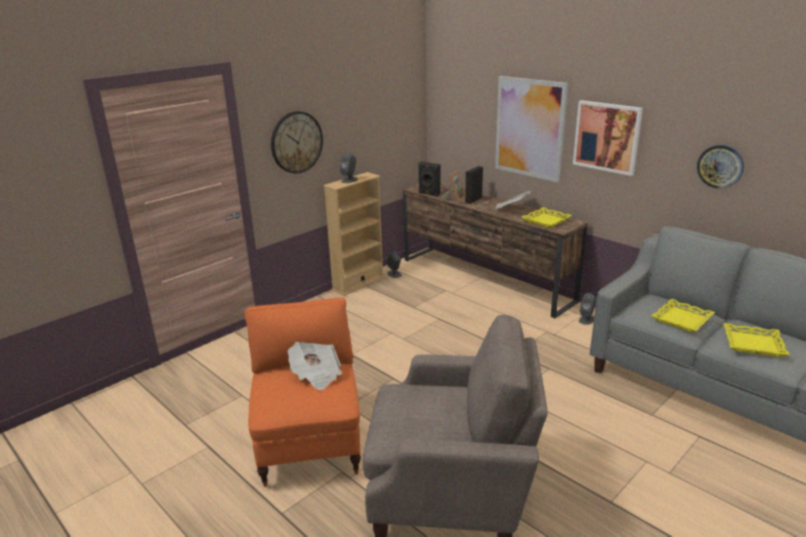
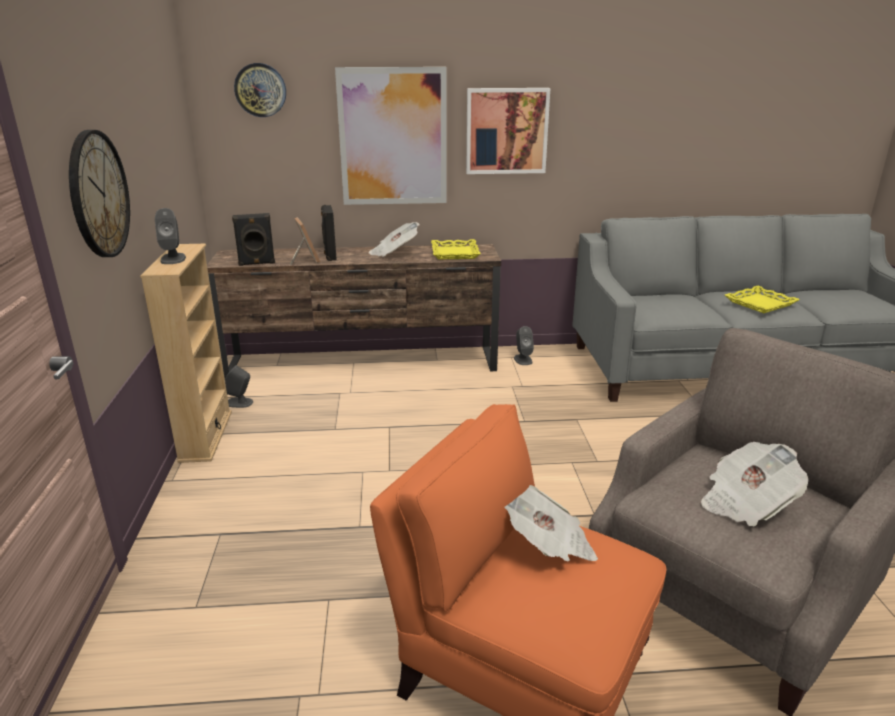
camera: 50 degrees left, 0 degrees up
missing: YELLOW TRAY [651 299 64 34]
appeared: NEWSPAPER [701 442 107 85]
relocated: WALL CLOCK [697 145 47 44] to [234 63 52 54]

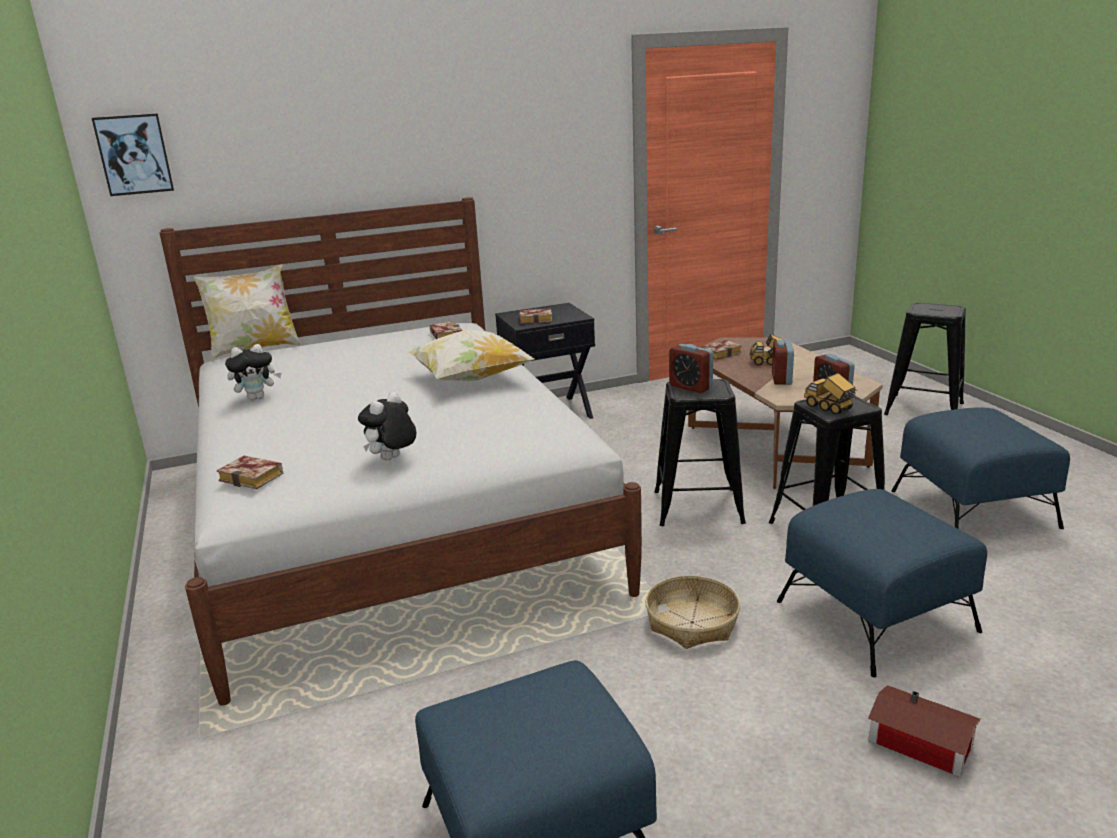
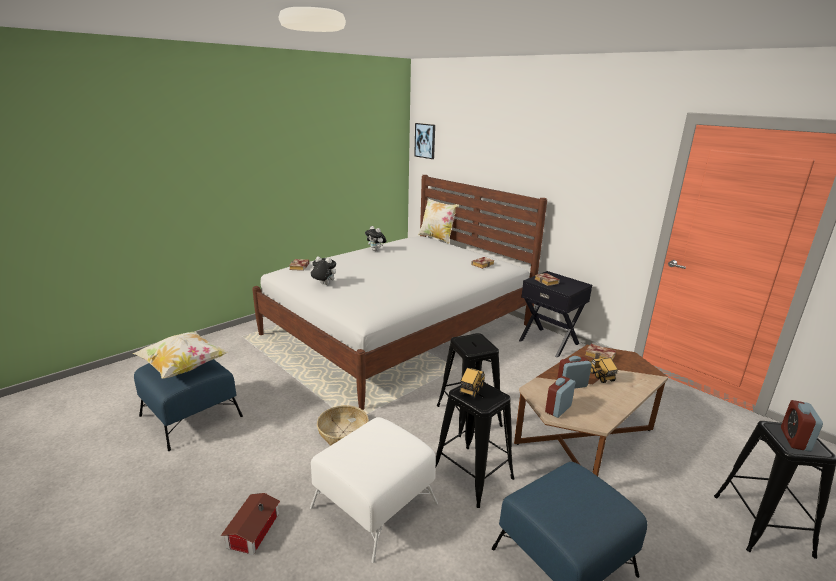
camera: 65 degrees right, 0 degrees up
relocated: PILLOW [407 330 127 51] to [132 332 96 47]; ALARM CLOCK [669 344 44 49] to [781 400 42 52]
colour: BLUE OTTOMAN [777 489 210 188] to WHITE OTTOMAN [310 417 128 146]

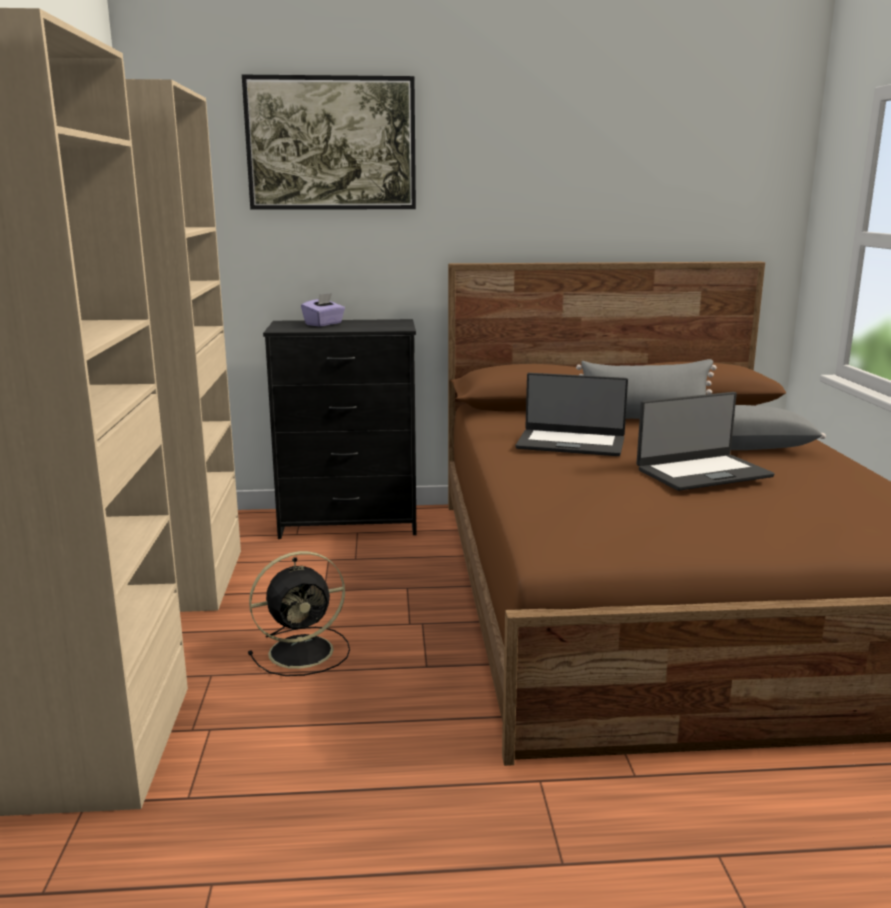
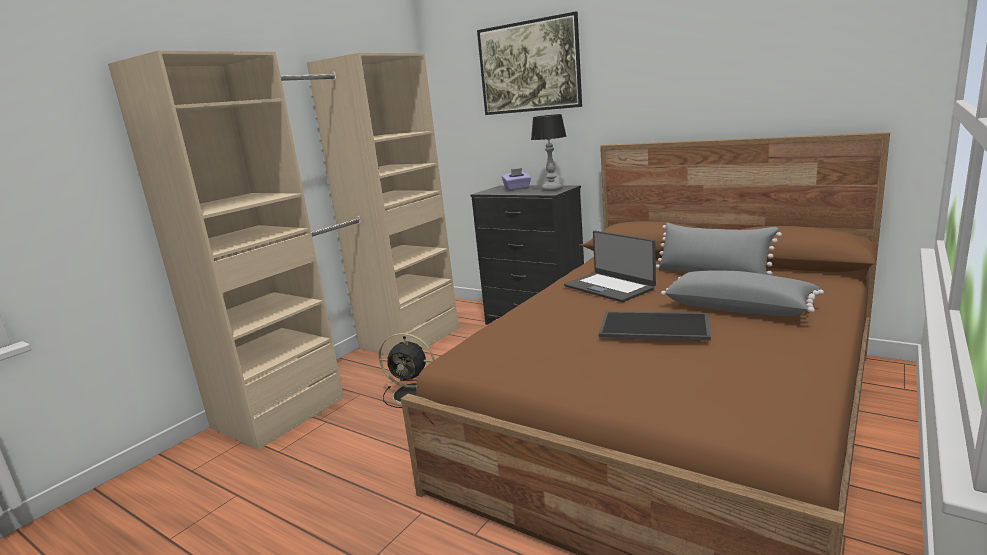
camera: 40 degrees right, 0 degrees up
appeared: TABLE LAMP [531 114 35 77]
exchanged: LAPTOP [637 392 138 99] to TRAY [599 311 112 30]

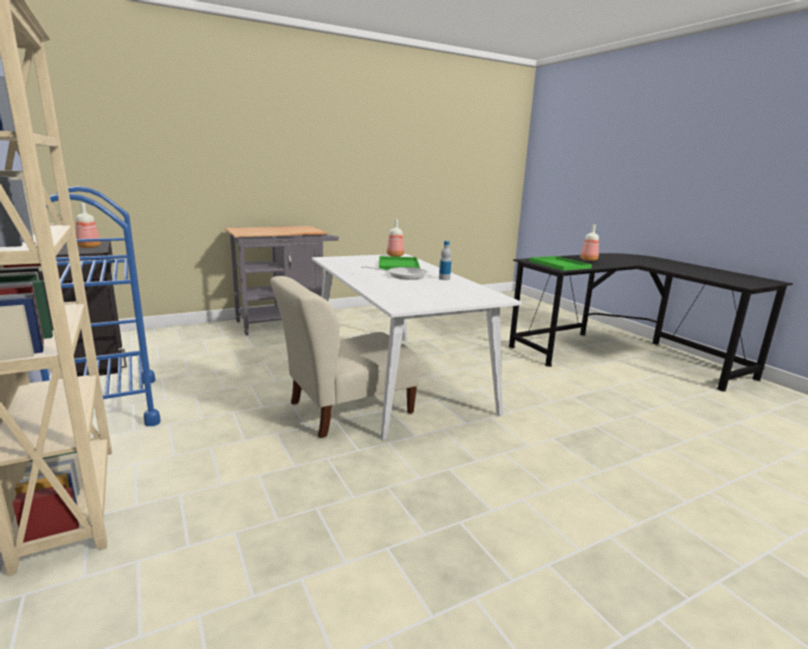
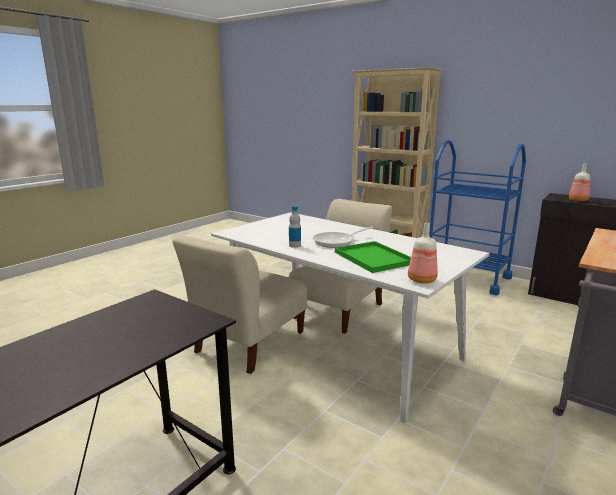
camera: 155 degrees right, 0 degrees up
missing: GREEN TRAY [529 256 63 15]; BOTTLE [580 224 19 37]
appeared: BEIGE CHAIR [172 236 135 138]

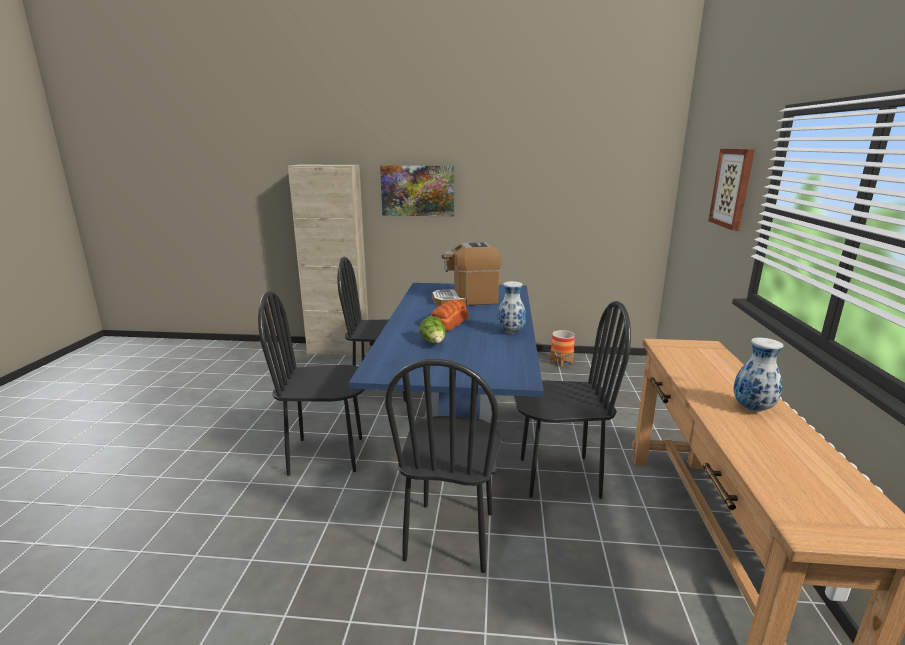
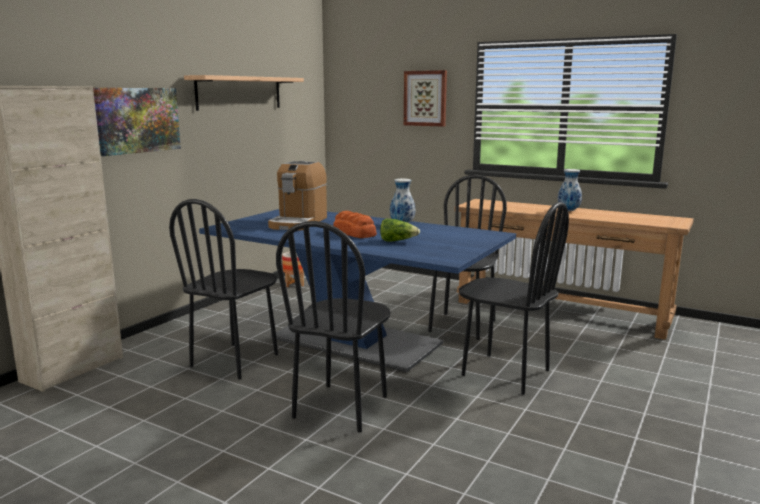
camera: 65 degrees left, 5 degrees down
appeared: SHELF [184 75 120 36]

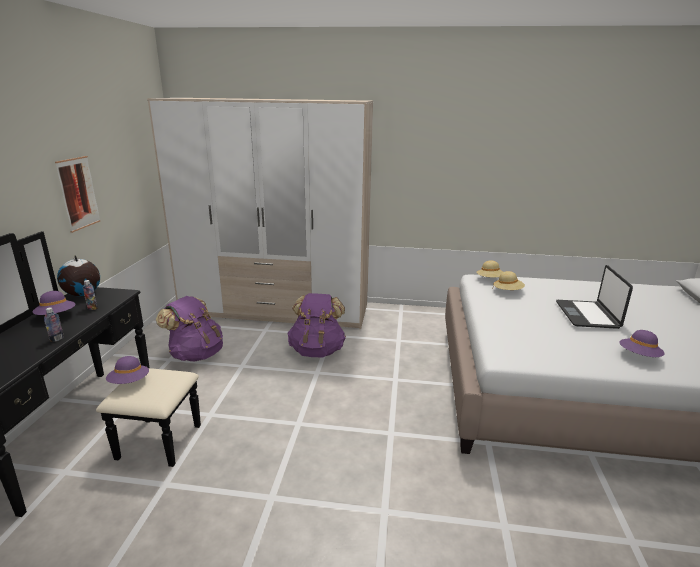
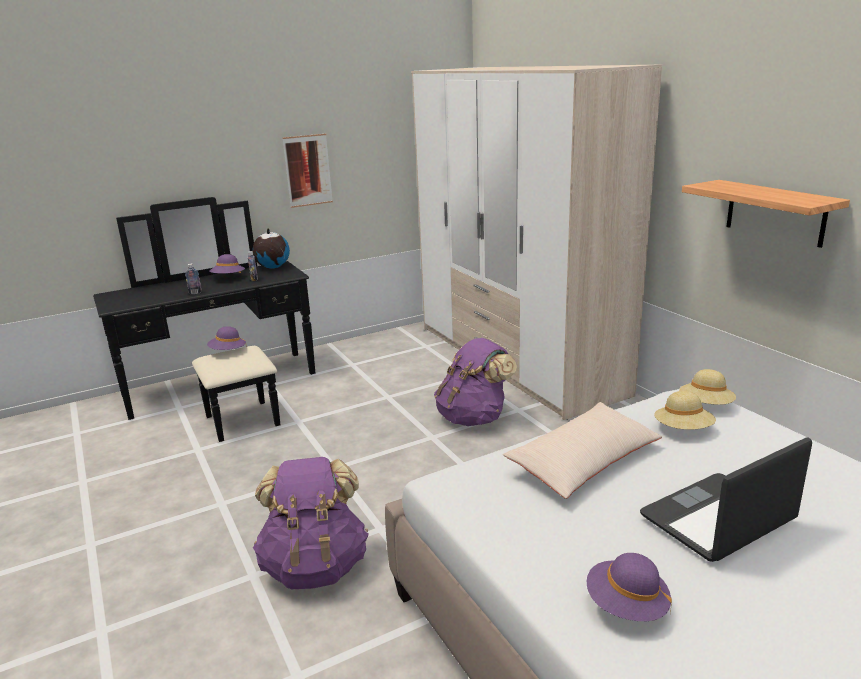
camera: 55 degrees right, 0 degrees up
appeared: BEIGE PILLOW [503 402 159 97]; SHELF [682 180 168 68]
relocated: PURPLE BACKPACK [156 296 67 65] to [253 457 116 132]

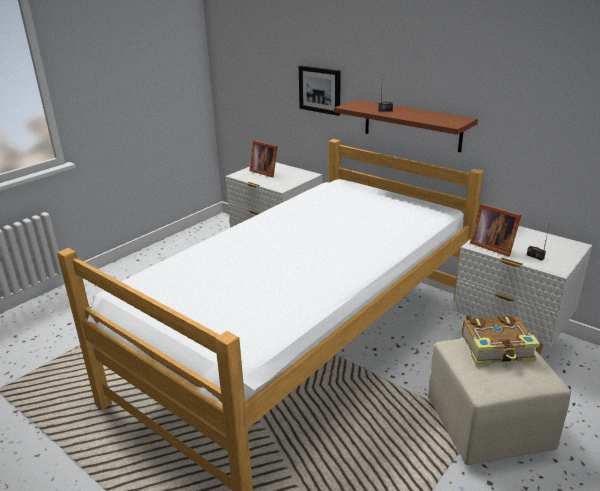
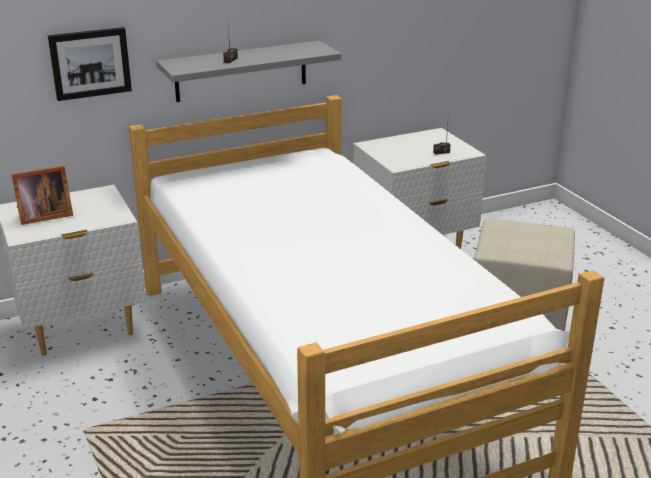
camera: 65 degrees left, 0 degrees up
missing: BOOK [462 315 78 50]; PICTURE FRAME [470 204 51 53]
colour: BROWN SHELF [334 100 144 52] to GREY SHELF [156 41 185 61]

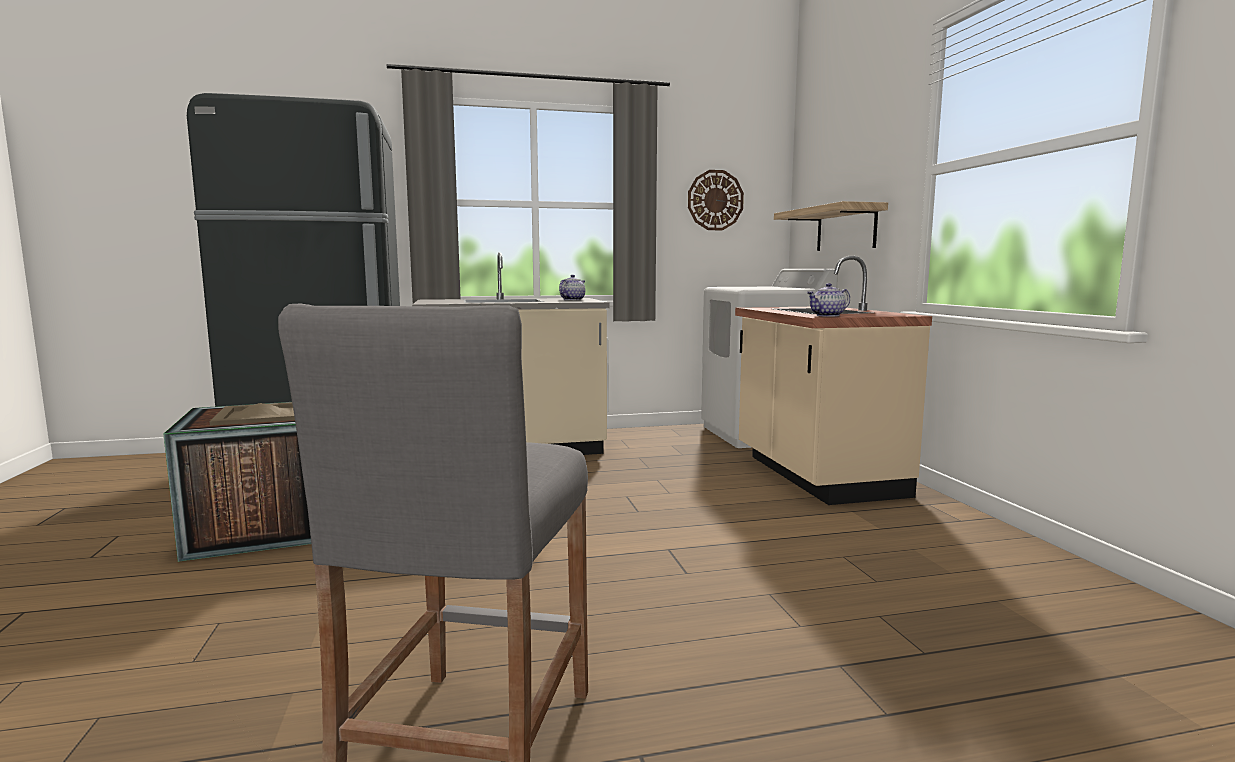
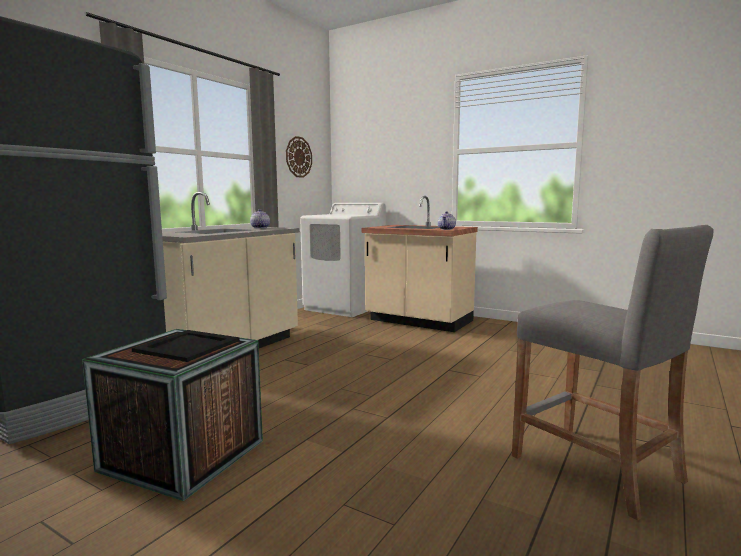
camera: 45 degrees left, 0 degrees up
missing: SHELF [774 201 114 50]
colour: BEIGE TRAY [210 402 85 24] to BLACK TRAY [132 330 108 32]

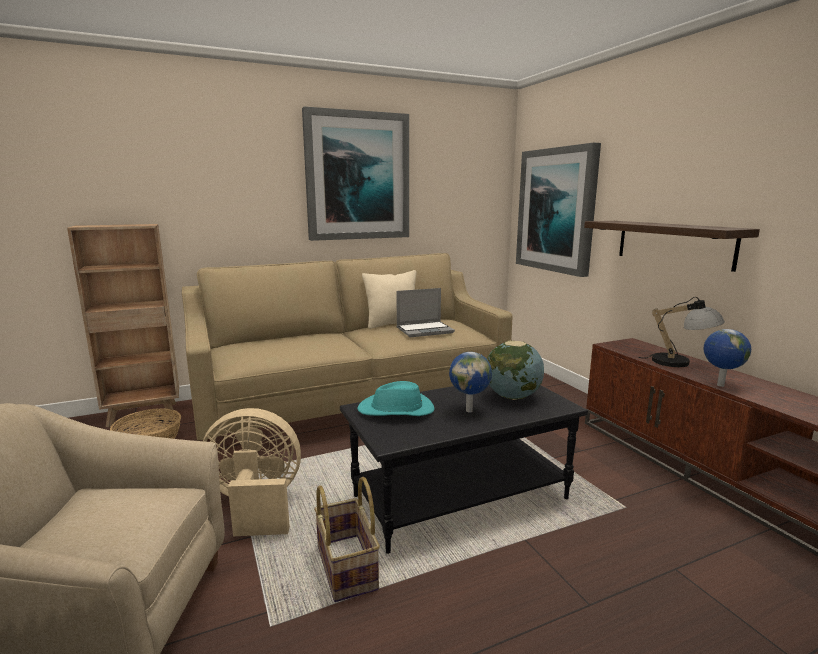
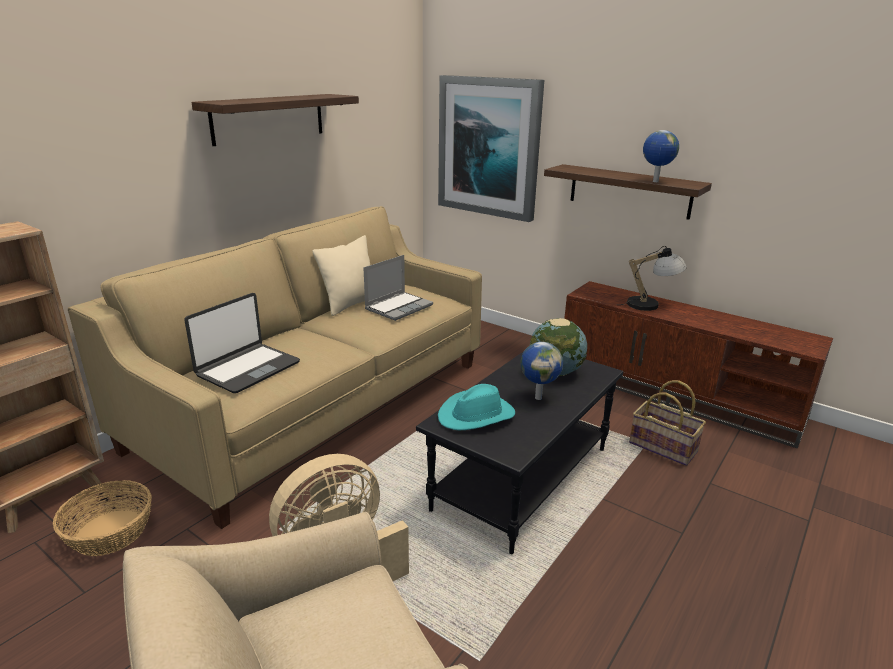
camera: 30 degrees left, 10 degrees up
appeared: LAPTOP [184 293 116 100]
relocated: BASKET [314 477 66 125] to [629 380 77 86]; GLOBE [704 329 47 58] to [643 130 36 52]
exchanged: PICTURE [302 106 107 135] to SHELF [192 94 167 52]

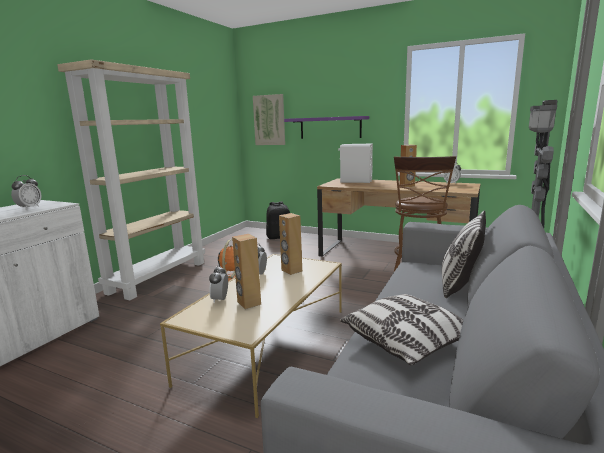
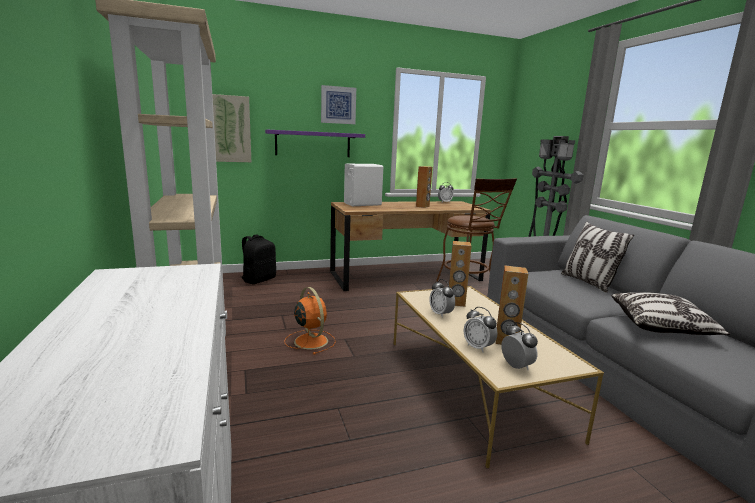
camera: 45 degrees left, 0 degrees up
appeared: PICTURE [321 85 35 39]
relocated: ALARM CLOCK [11 175 31 34] to [501 322 37 48]

